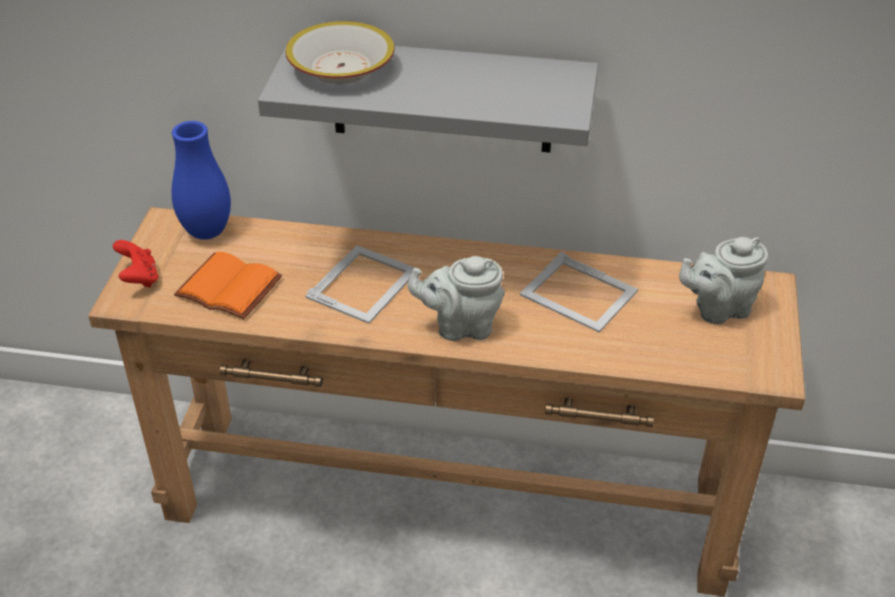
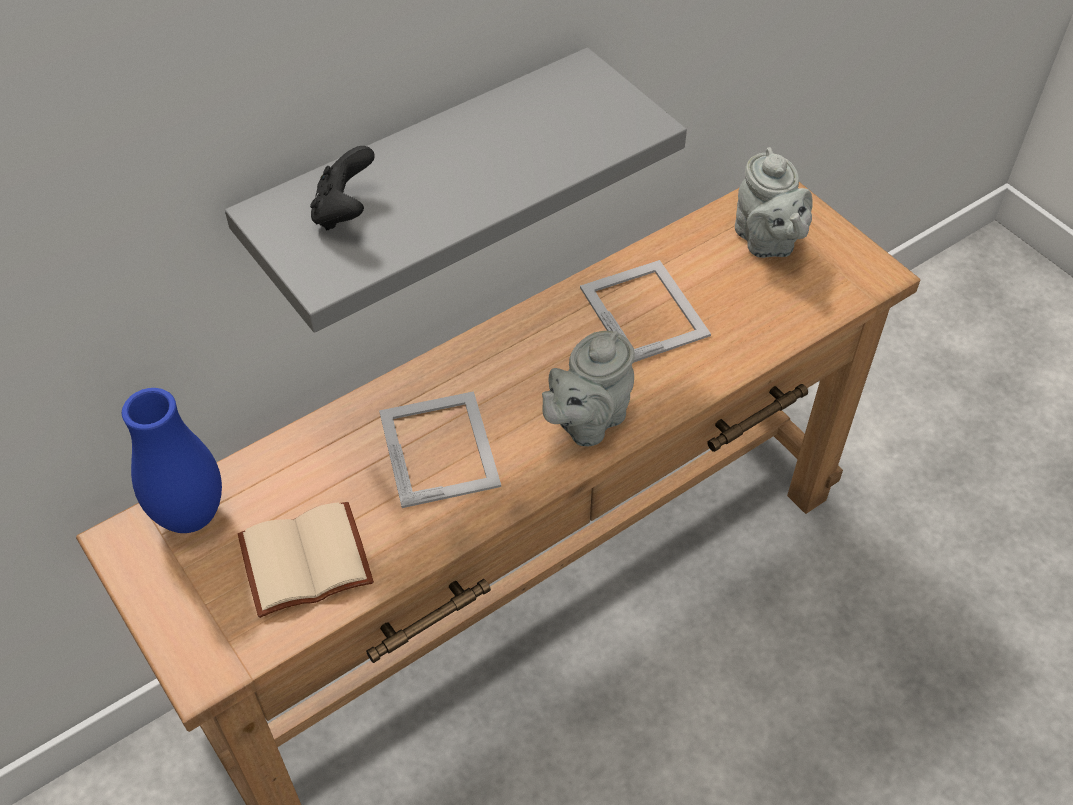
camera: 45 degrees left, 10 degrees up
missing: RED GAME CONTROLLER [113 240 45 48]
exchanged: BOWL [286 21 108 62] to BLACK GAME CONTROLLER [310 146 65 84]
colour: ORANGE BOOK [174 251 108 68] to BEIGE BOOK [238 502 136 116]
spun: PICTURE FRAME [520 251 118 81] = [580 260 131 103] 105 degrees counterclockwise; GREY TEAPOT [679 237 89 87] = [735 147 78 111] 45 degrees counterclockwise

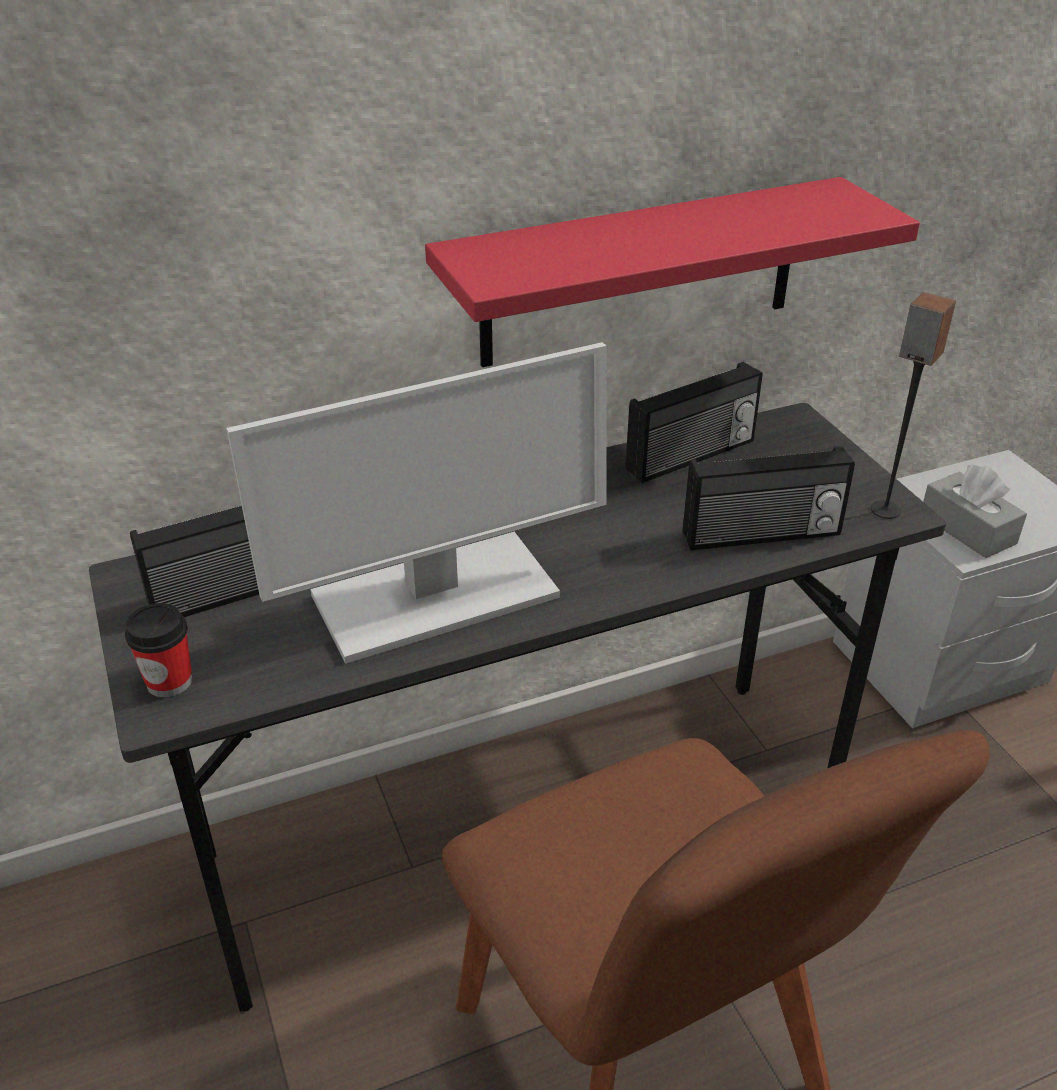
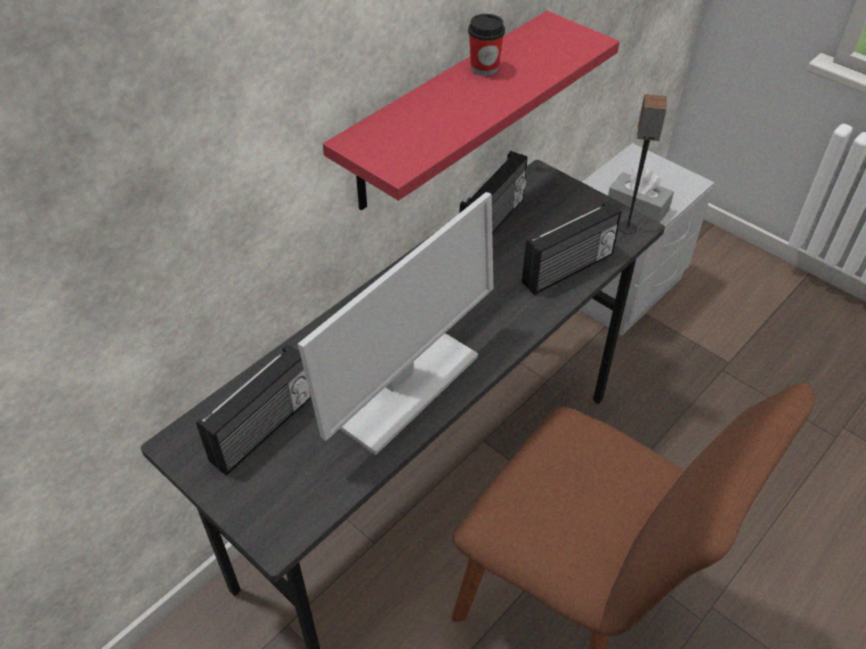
camera: 25 degrees left, 10 degrees up
relocated: CUP [125 603 67 95] to [468 14 37 62]

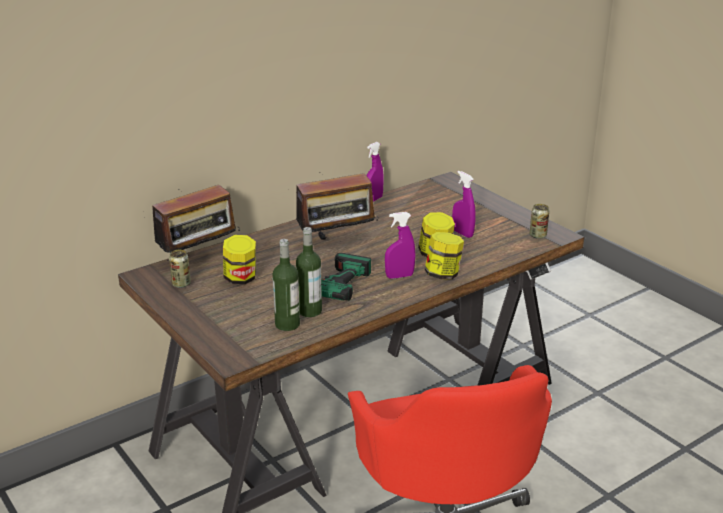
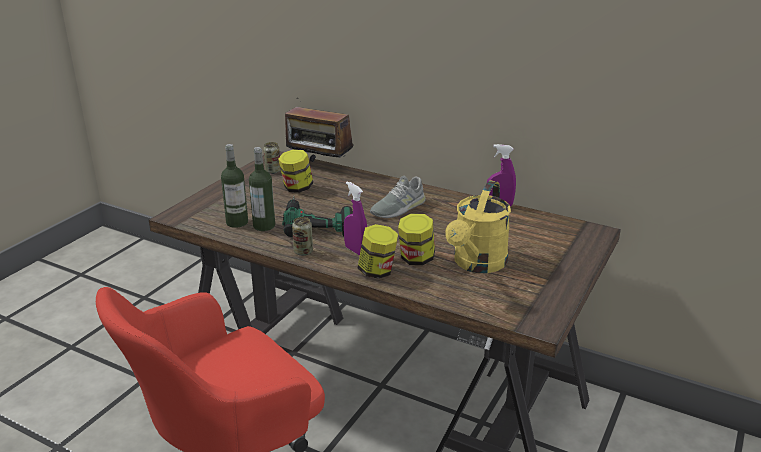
camera: 65 degrees right, 0 degrees up
relocated: CAN [530 204 19 35] to [292 217 21 39]
exchanged: RADIO [296 165 82 74] to GREY SHOE [370 176 56 42]; PURPLE SPRAY BOTTLE [452 171 24 67] to YELLOW WATERING CAN [445 180 66 93]

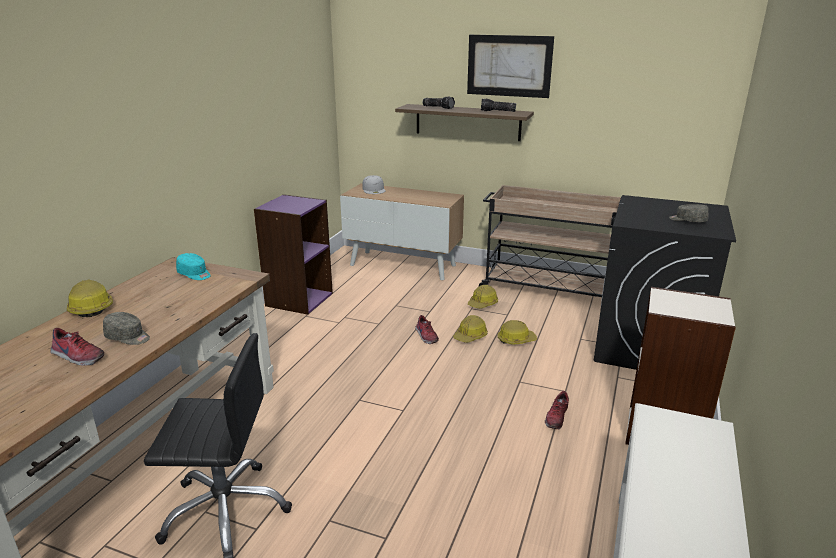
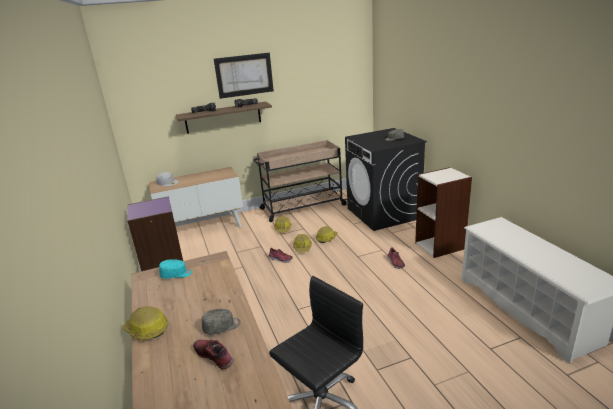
camera: 40 degrees left, 0 degrees up
spun: SHOE [50 328 54 38] = [193 340 41 30] 120 degrees counterclockwise

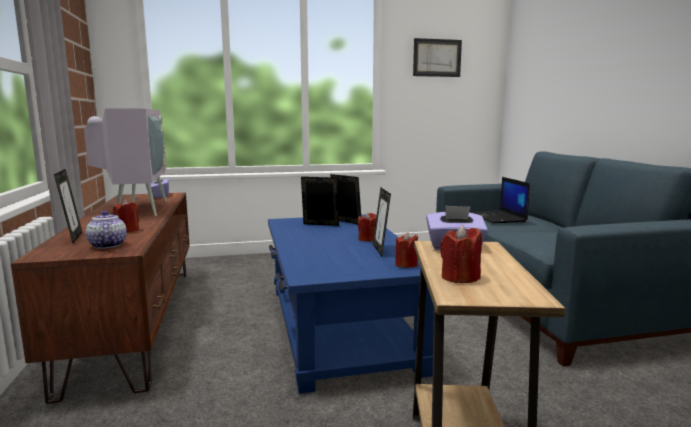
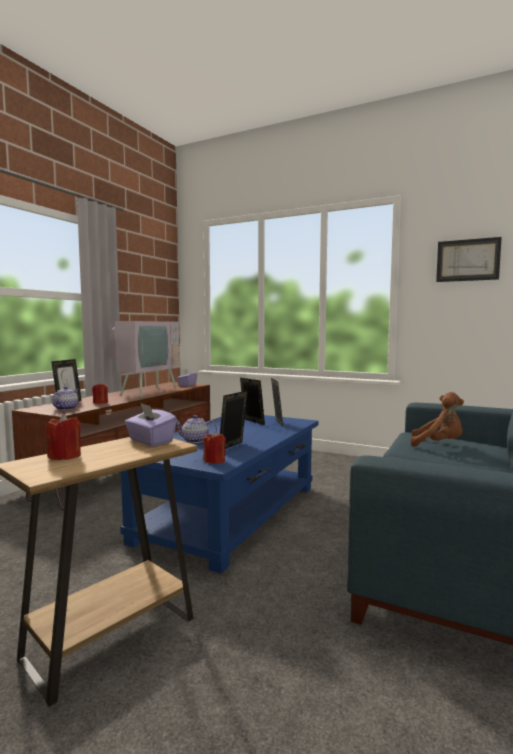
camera: 40 degrees right, 5 degrees down
missing: RED CANDLE [358 212 18 30]
appeared: TEAPOT [176 415 41 28]
exchanged: LAPTOP [469 177 61 46] to BROWN PLUSH TOY [411 392 53 55]

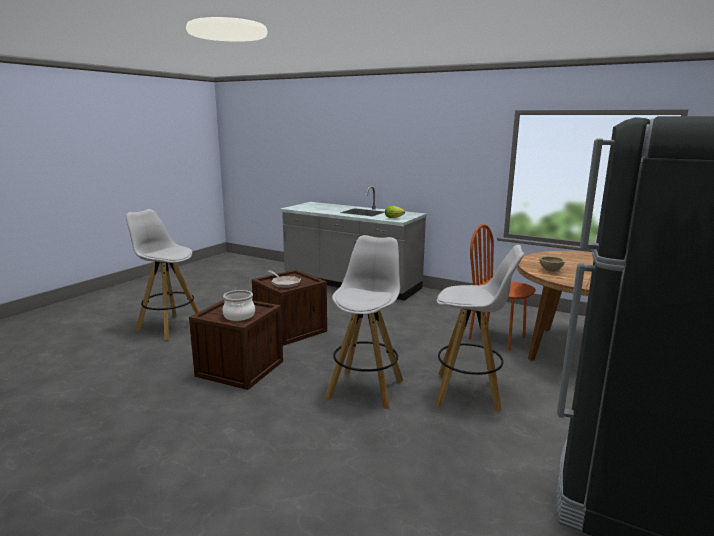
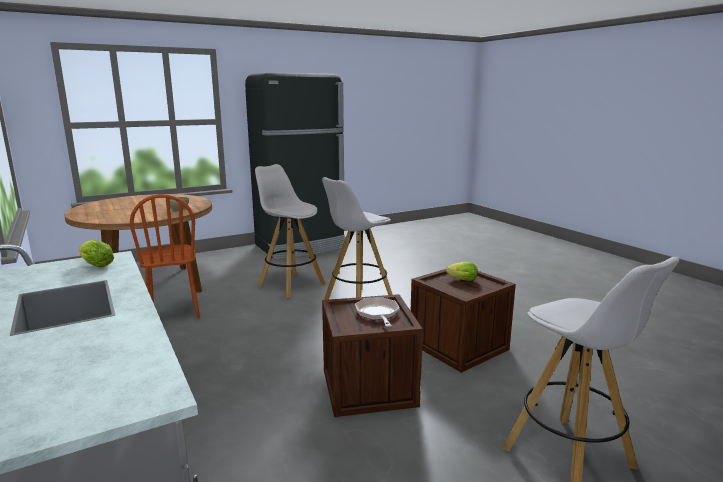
camera: 150 degrees left, 0 degrees up
exchanged: COOKING POT [222 290 33 31] to LETTUCE [446 262 32 19]

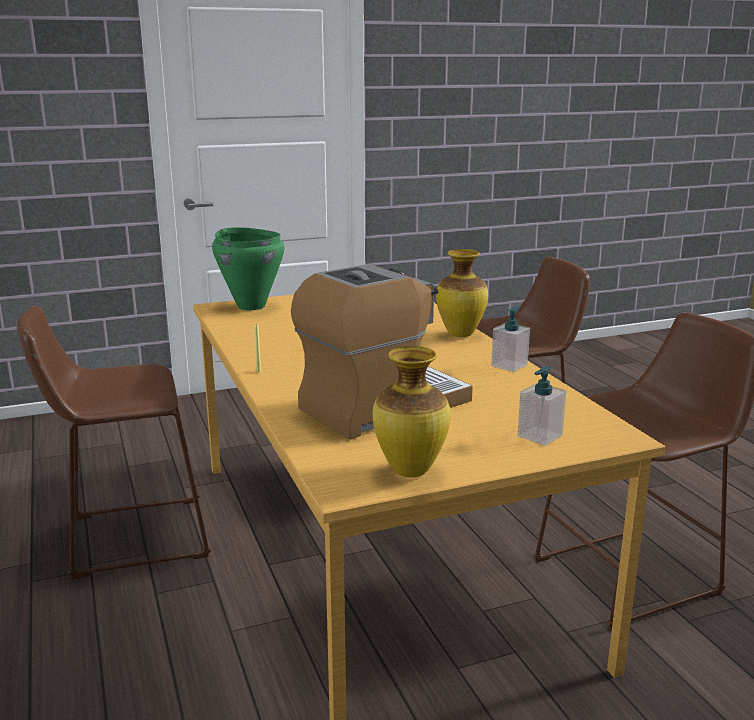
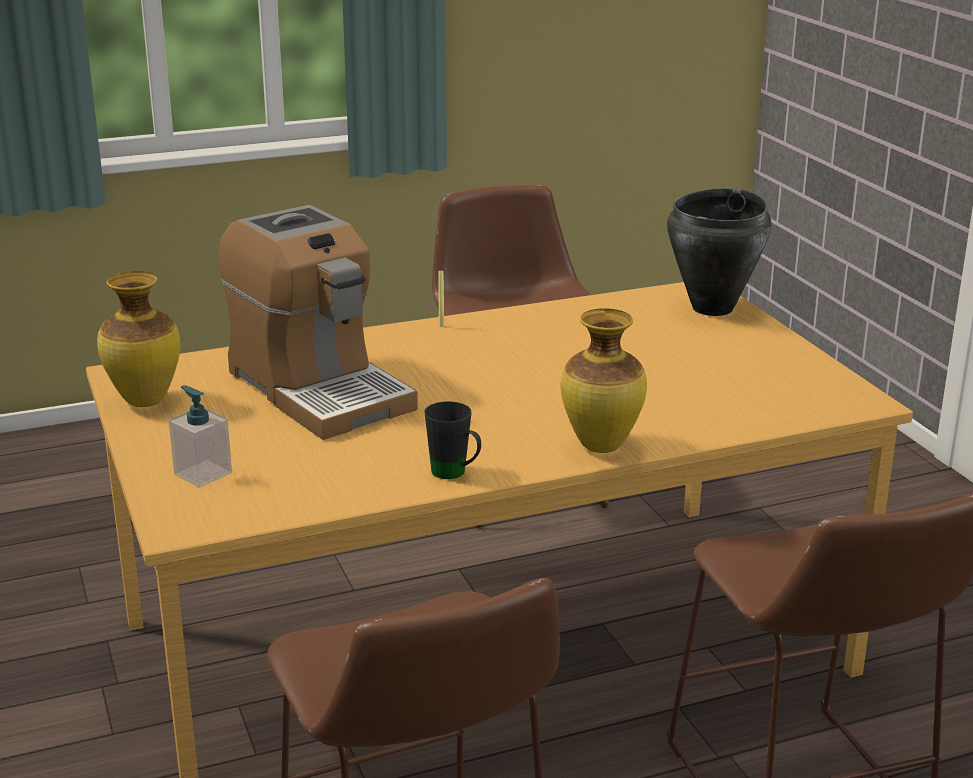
camera: 90 degrees right, 5 degrees up
exchanged: SOAP DISPENSER [491 306 39 66] to BLACK MUG [424 401 57 78]
colour: GREEN COOKING POT [212 227 72 83] to BLACK COOKING POT [667 188 104 128]

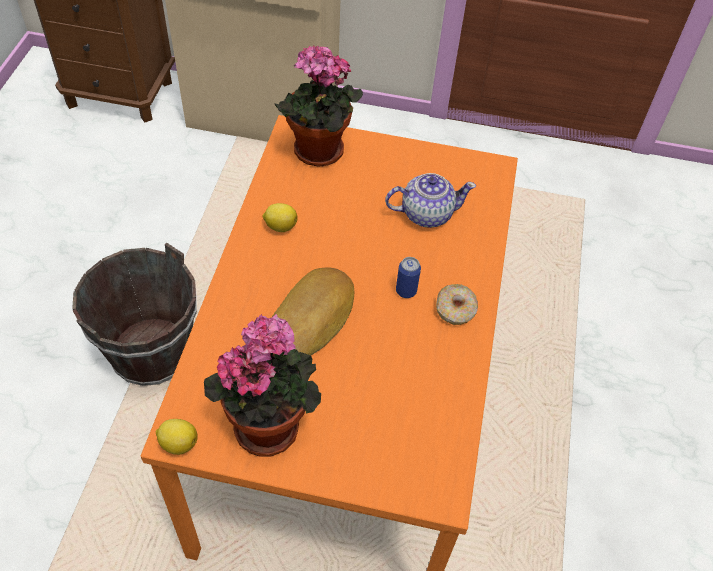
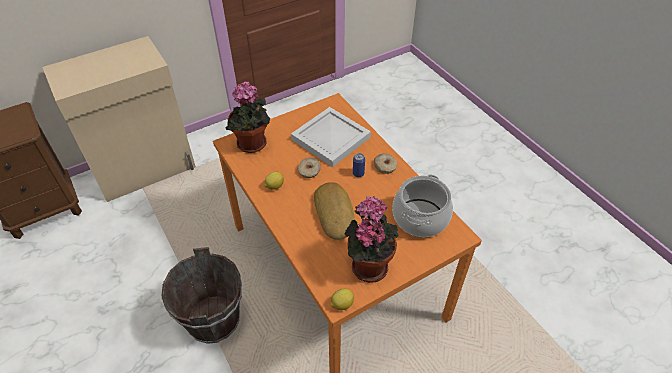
camera: 40 degrees left, 5 degrees down
appeared: DONUT [297 158 24 20]; COOKING POT [392 175 61 62]
exchanged: TEAPOT [385 173 91 55] to WHITE TRAY [291 107 80 60]

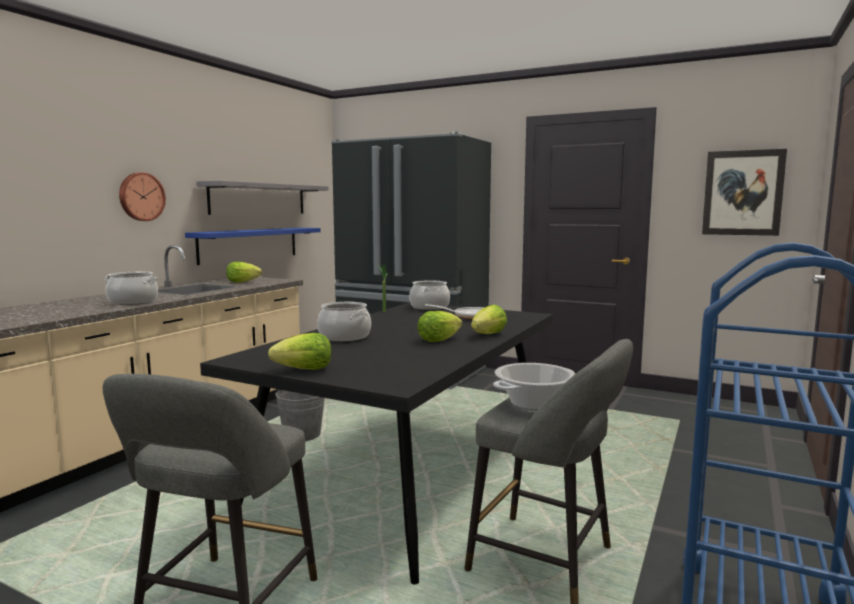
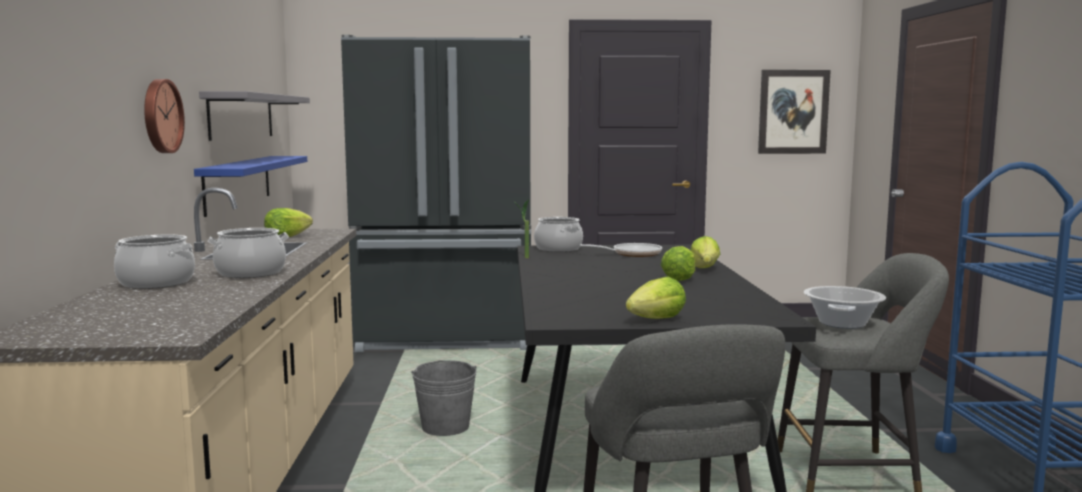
camera: 30 degrees left, 0 degrees up
relocated: COOKING POT [317 302 54 40] to [114 234 81 55]

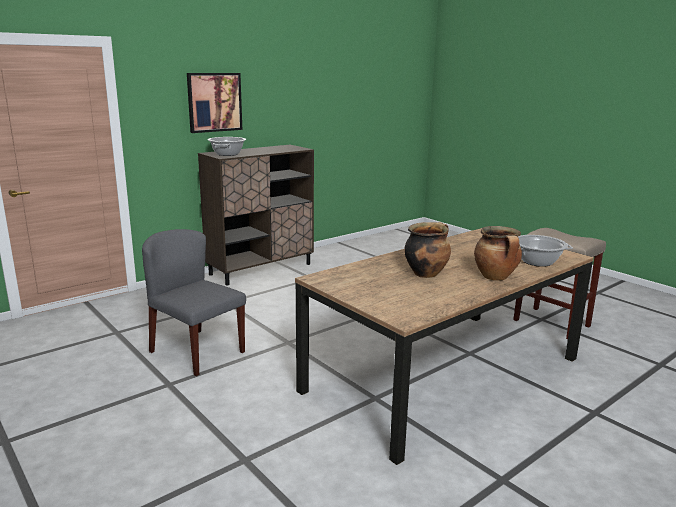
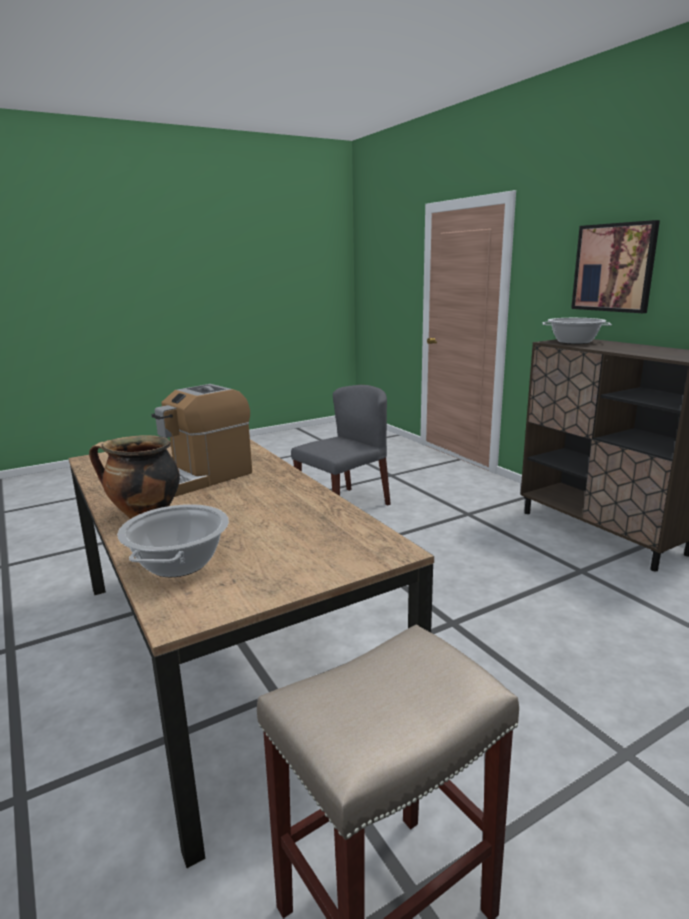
camera: 100 degrees right, 0 degrees up
exchanged: COOKING POT [404 222 47 56] to COFFEE MACHINE [151 384 101 113]

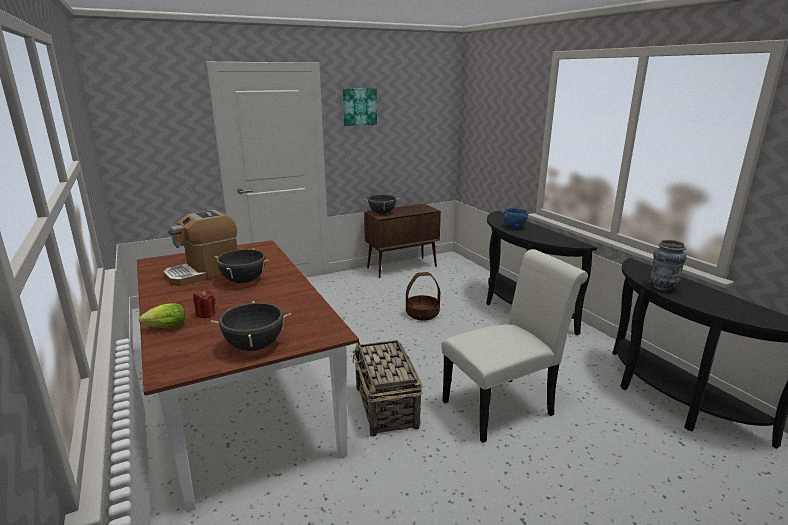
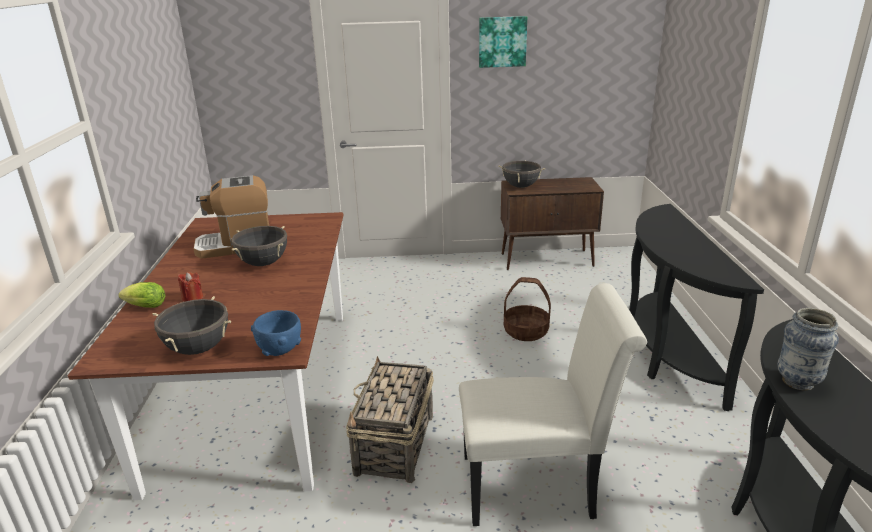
camera: 25 degrees right, 5 degrees up
relocated: BLUE BOWL [503 208 25 21] to [251 310 50 46]

